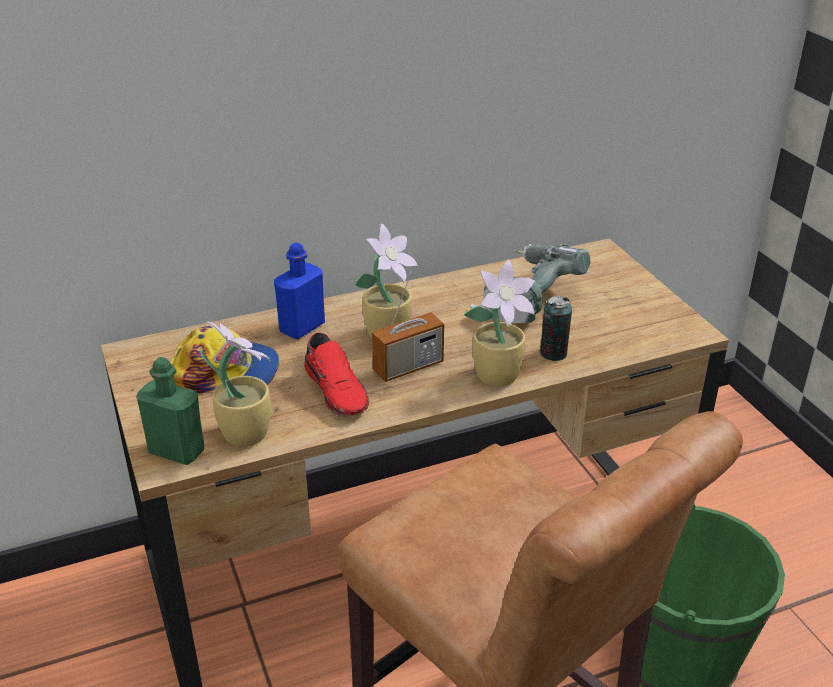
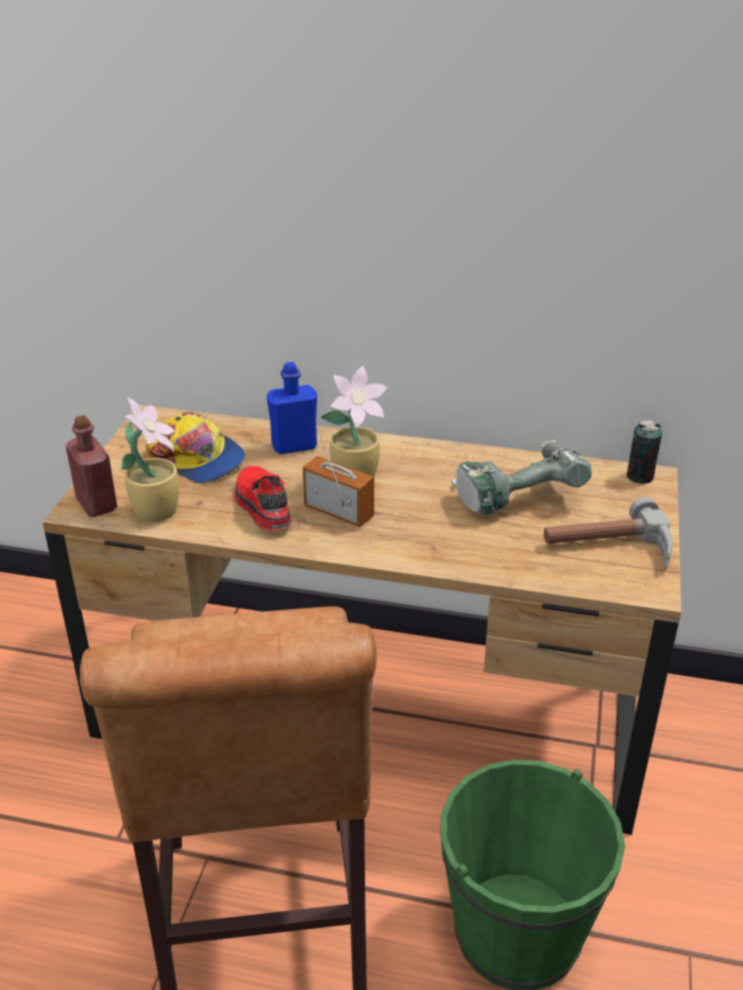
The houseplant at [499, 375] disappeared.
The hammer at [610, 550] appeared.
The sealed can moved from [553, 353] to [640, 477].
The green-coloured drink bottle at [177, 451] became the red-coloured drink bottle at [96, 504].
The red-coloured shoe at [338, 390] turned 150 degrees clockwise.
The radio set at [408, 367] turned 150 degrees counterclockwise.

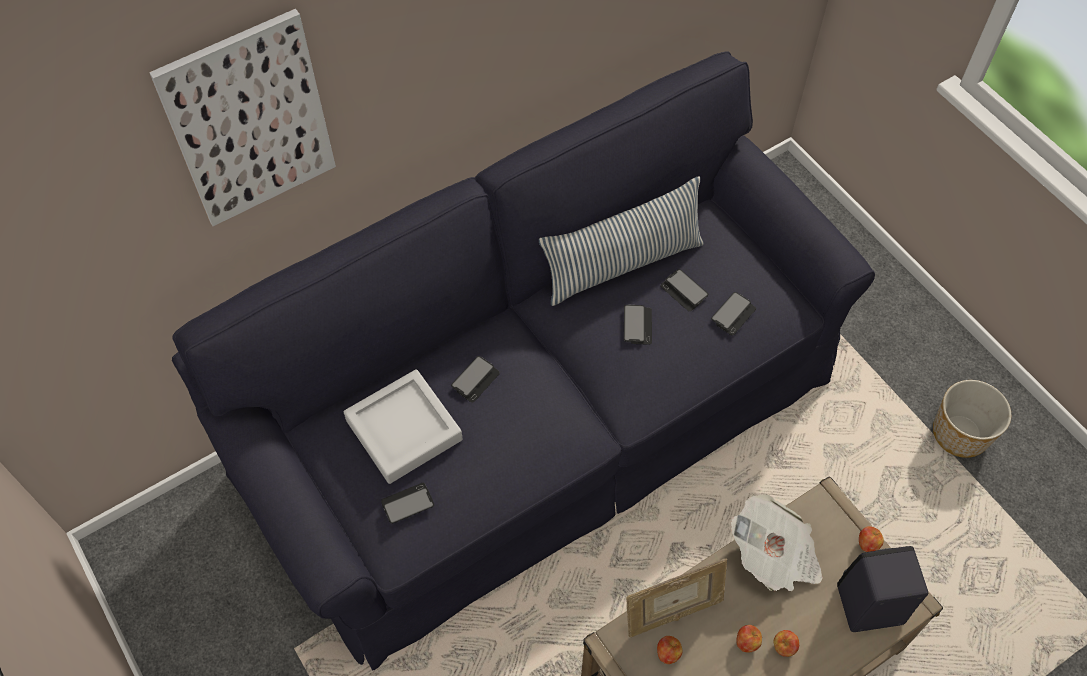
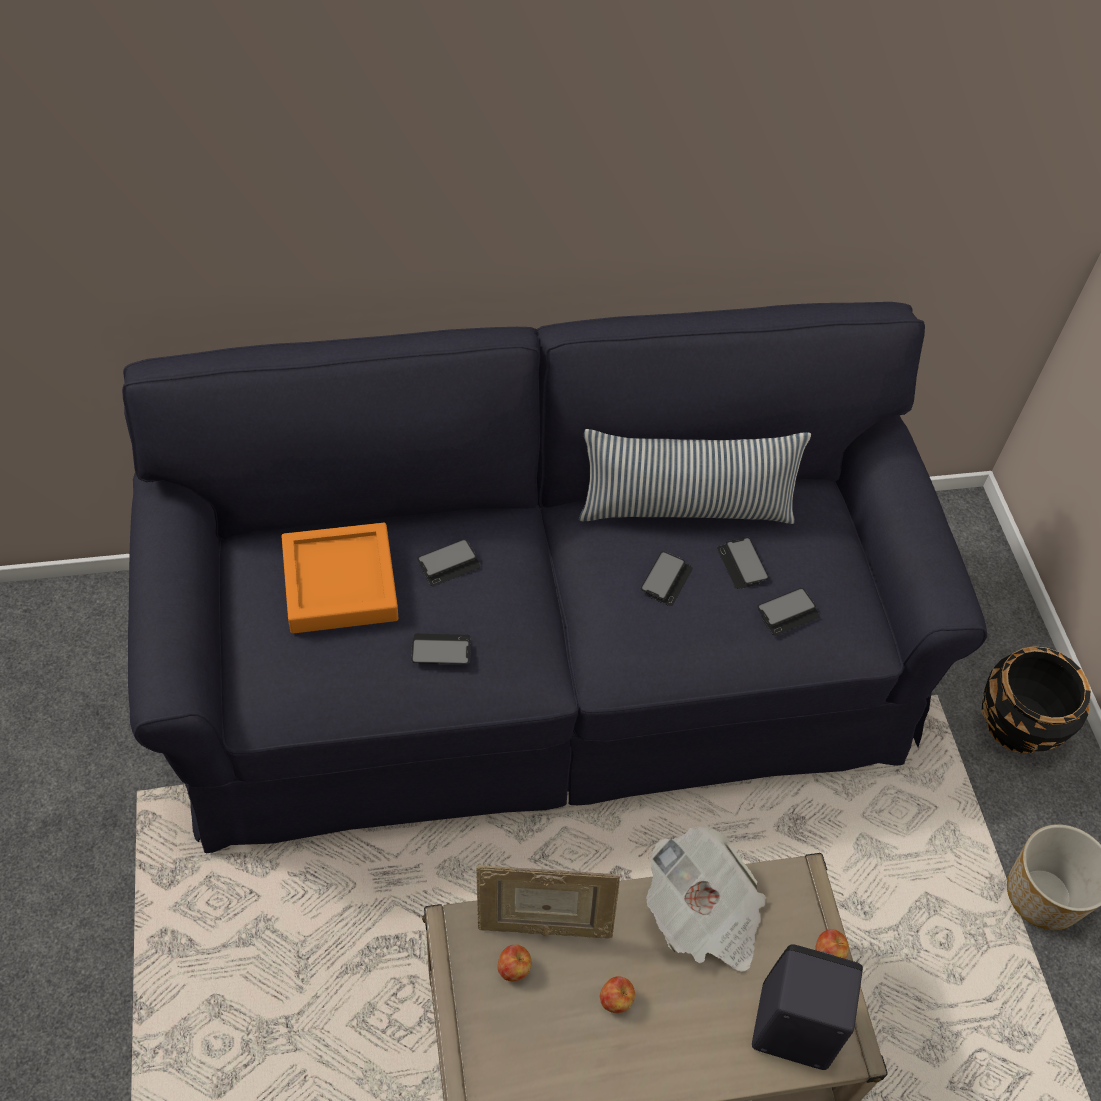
The wall picture at [249, 121] disappeared.
The apple fruit at [784, 647] disappeared.
The black plant pot at [1018, 724] appeared.
The phone moved from [407, 503] to [441, 650].
The grey carrying tray at [404, 430] became the orange carrying tray at [340, 584].

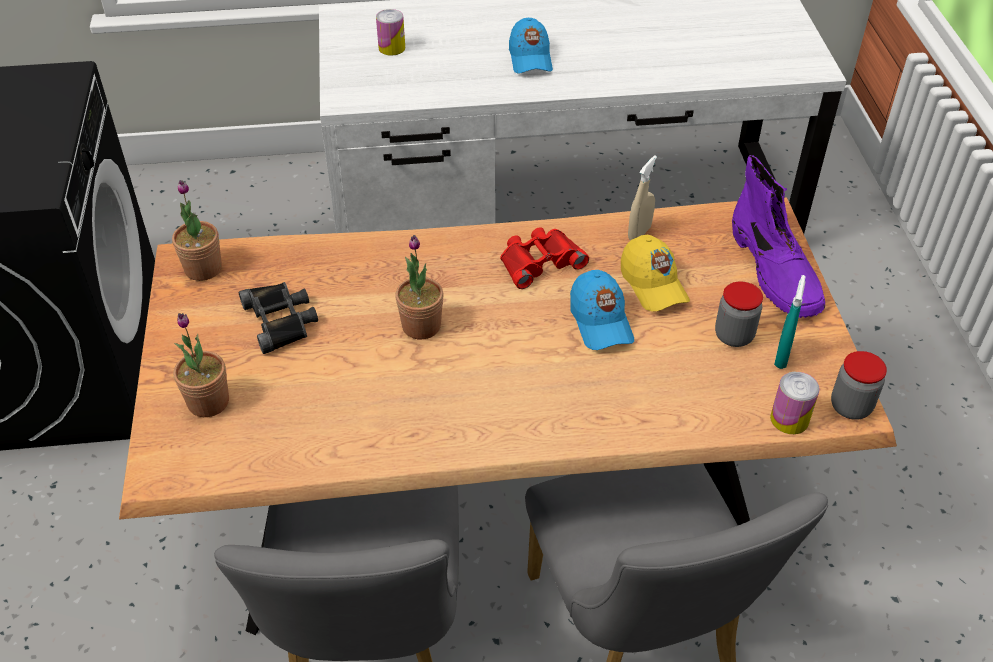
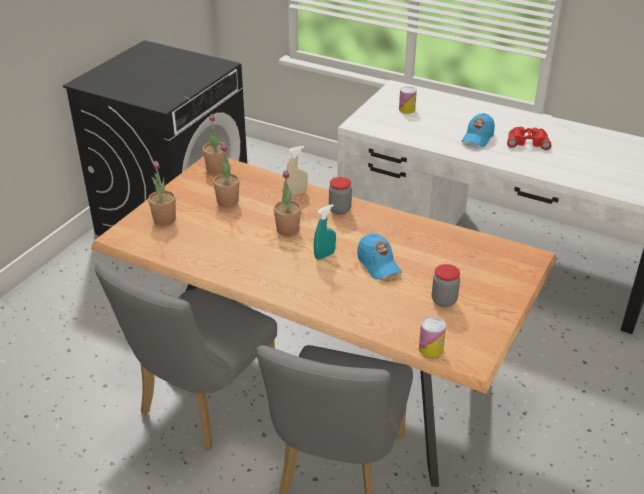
The yellowish cap at [653, 284] disappeared.
The purple-coloured high-top boot at [775, 271] disappeared.
The red-coloured binoculars moved from [539, 261] to [527, 141].
The beige sprayer moved from [639, 233] to [296, 193].
The turquoise sprayer moved from [782, 356] to [324, 255].
The preserve jar moved from [850, 407] to [340, 209].
The black binoculars at [281, 320] was replaced by the houseplant at [227, 201].
The blue-coloured cap at [600, 321] turned 45 degrees counterclockwise.

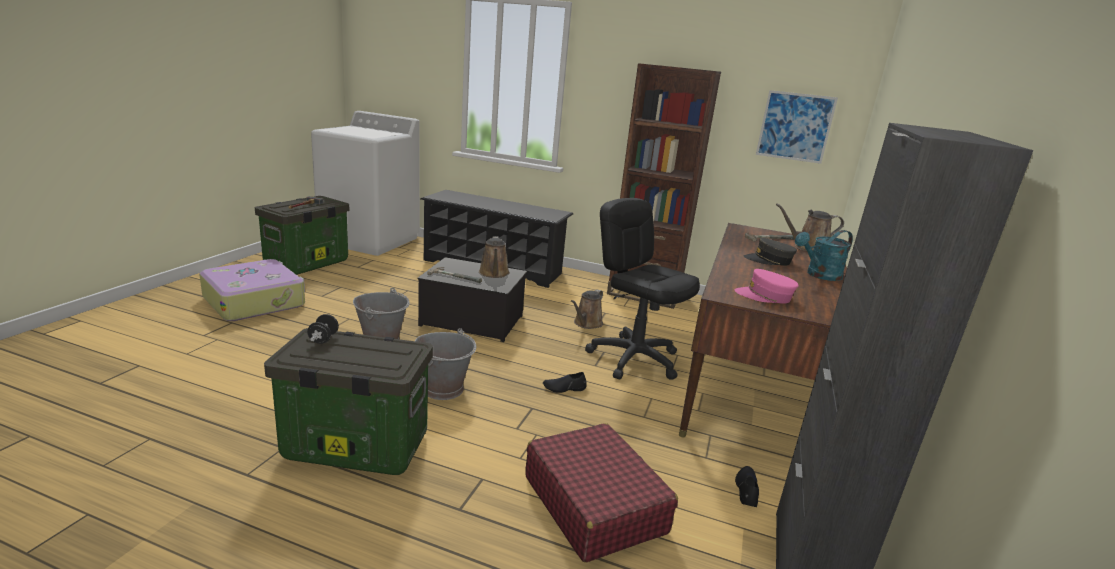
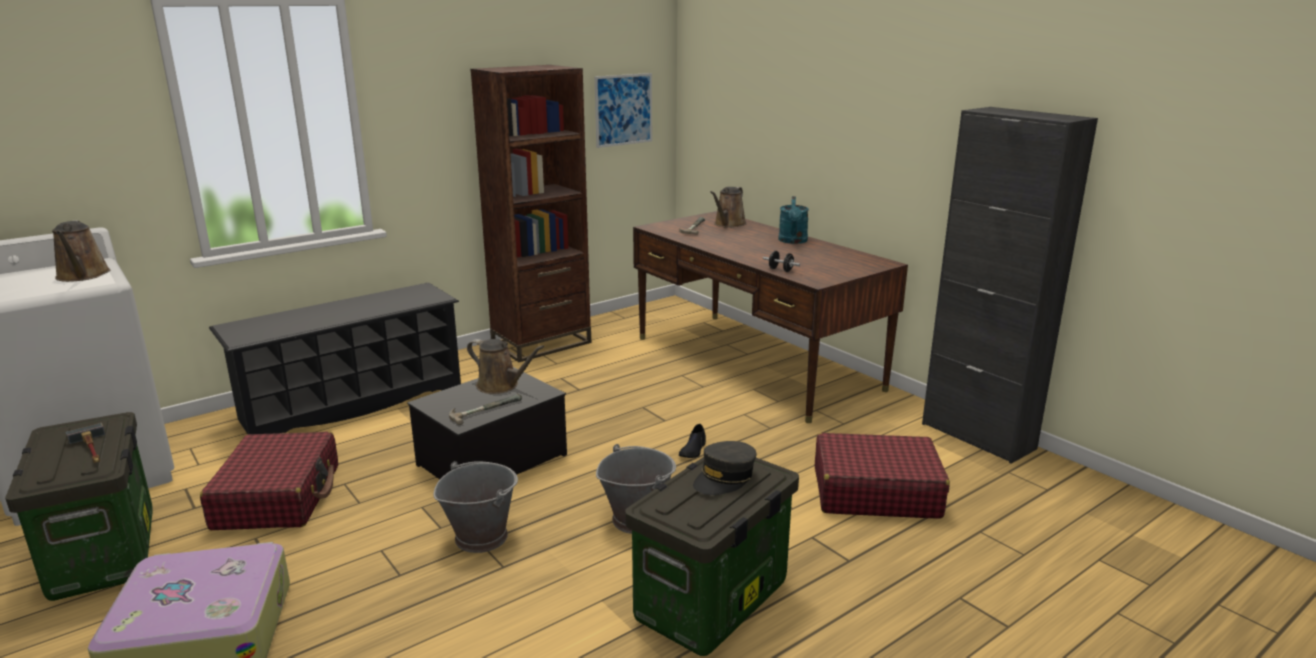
The black computer chair at [634, 359] disappeared.
The pinkish cap at [764, 296] disappeared.
The black shoe at [746, 489] disappeared.
The red-coloured suitcase at [278, 497] appeared.
The black dumbbell moved from [323, 339] to [780, 270].
The brownish watering pot moved from [586, 324] to [82, 276].
The grey cap moved from [769, 260] to [724, 478].

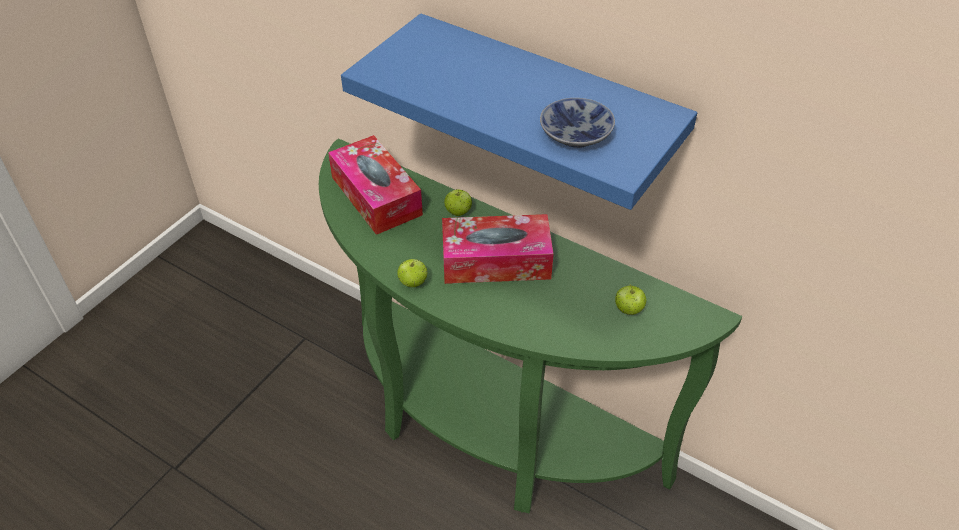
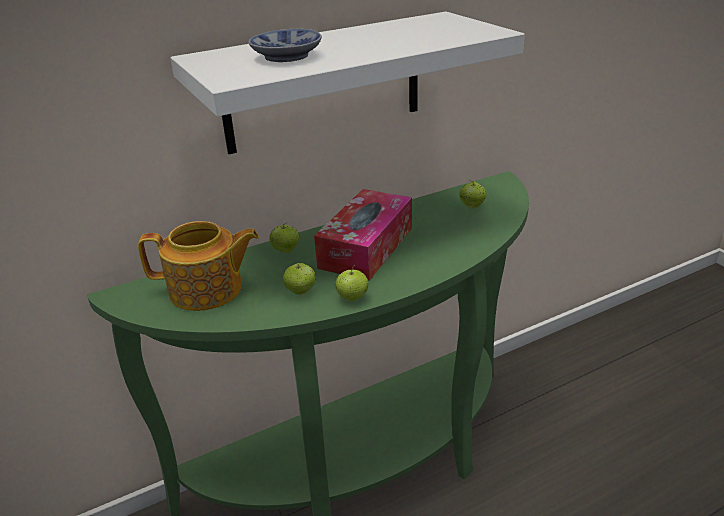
The apple fruit at [300, 291] appeared.
The bowl moved from [578, 133] to [287, 56].
The tissue holder at [376, 196] was replaced by the teapot at [207, 290].
The blue-coloured wall shelf at [546, 103] became the white-coloured wall shelf at [324, 83].

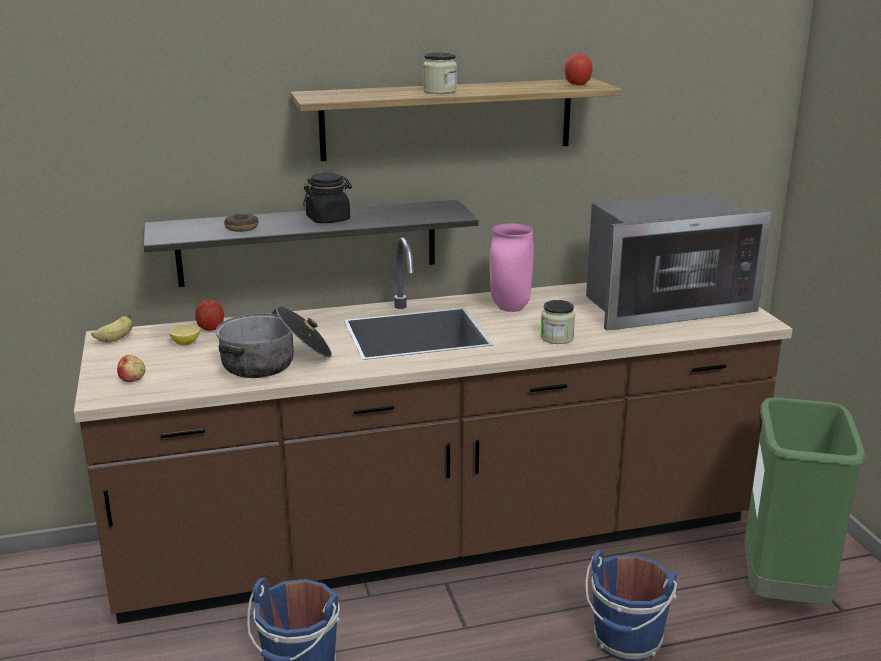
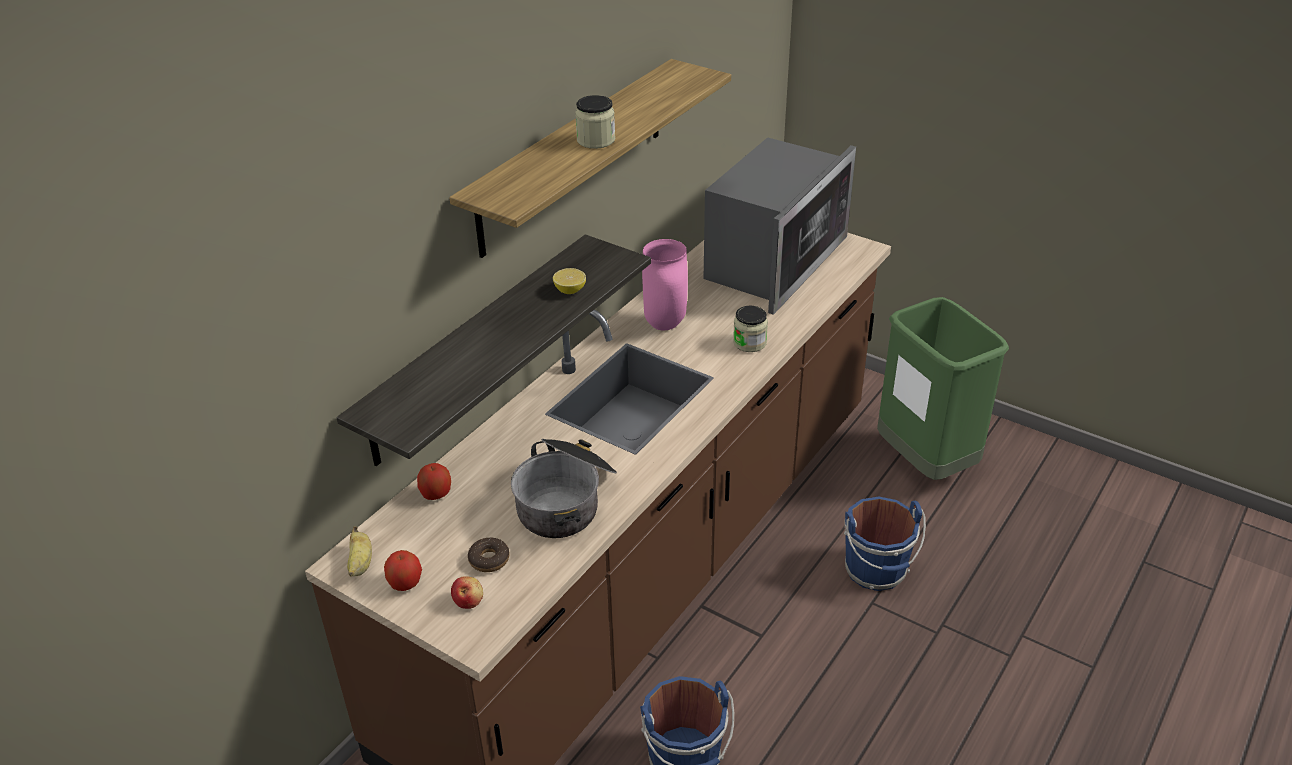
The black preserve jar at [328, 219] disappeared.
The whole lemon moved from [185, 343] to [570, 290].
The ring doughnut moved from [241, 228] to [489, 559].
The apple fruit moved from [577, 84] to [405, 583].

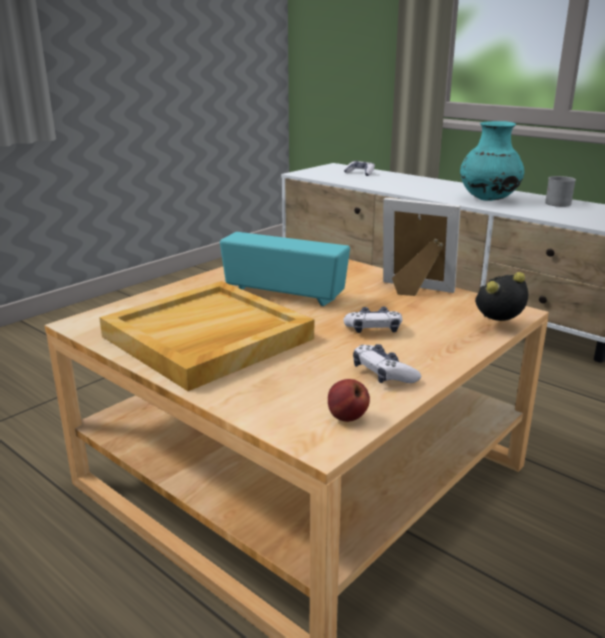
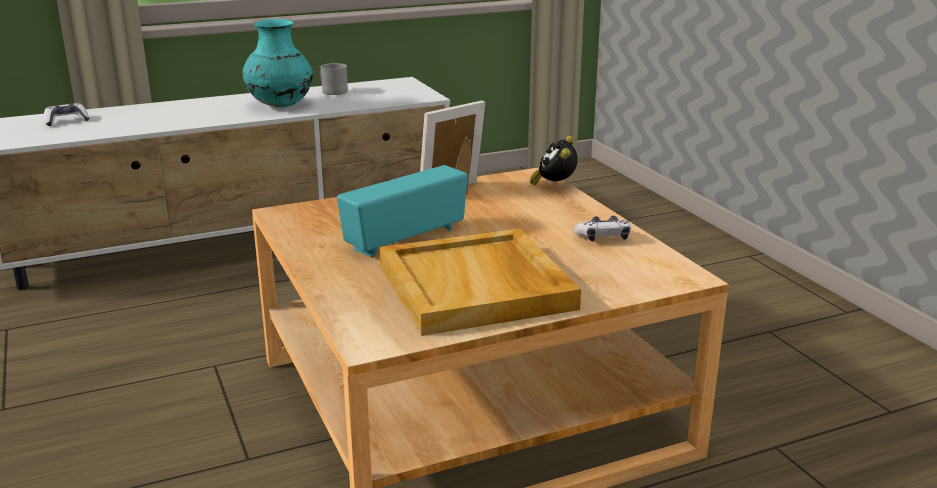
The apple fruit at [346, 418] disappeared.
The joypad at [373, 329] disappeared.

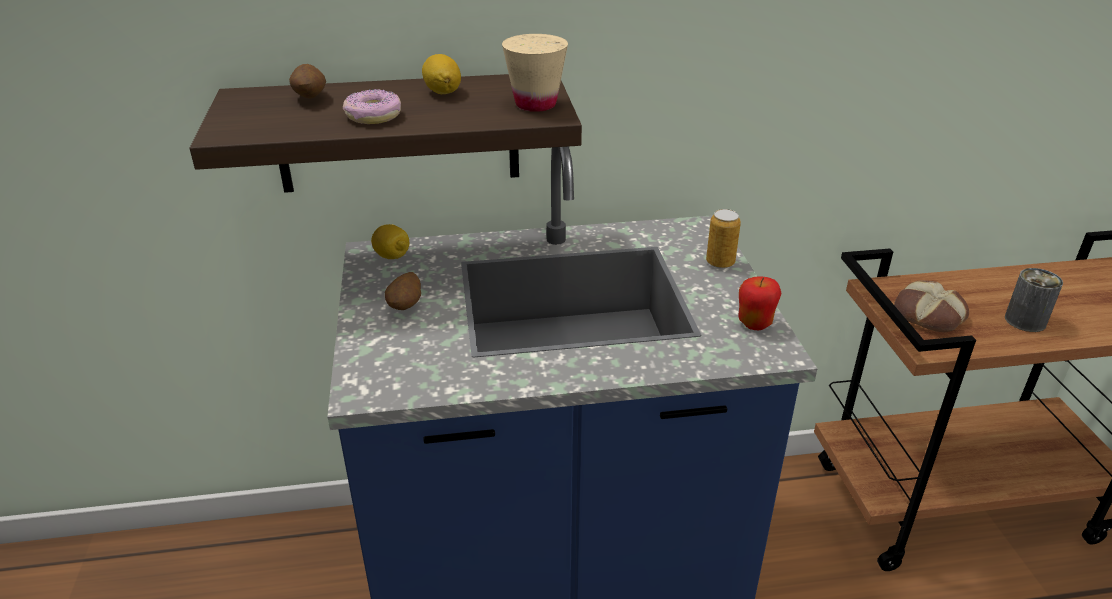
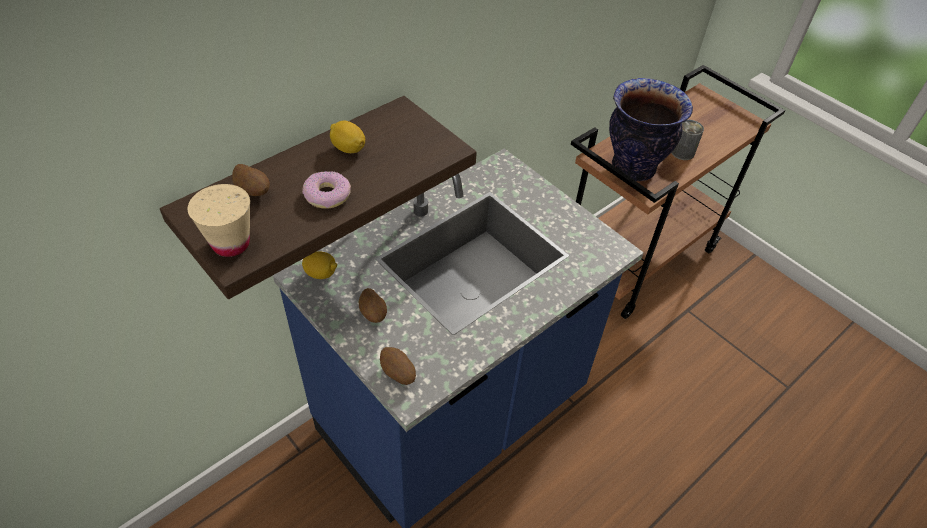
The sealed can at [720, 263] disappeared.
The apple fruit at [755, 324] disappeared.
The spud at [398, 374] appeared.
The beige small cup moved from [535, 104] to [231, 244].
The baked bread at [927, 315] was replaced by the vase at [634, 168].

